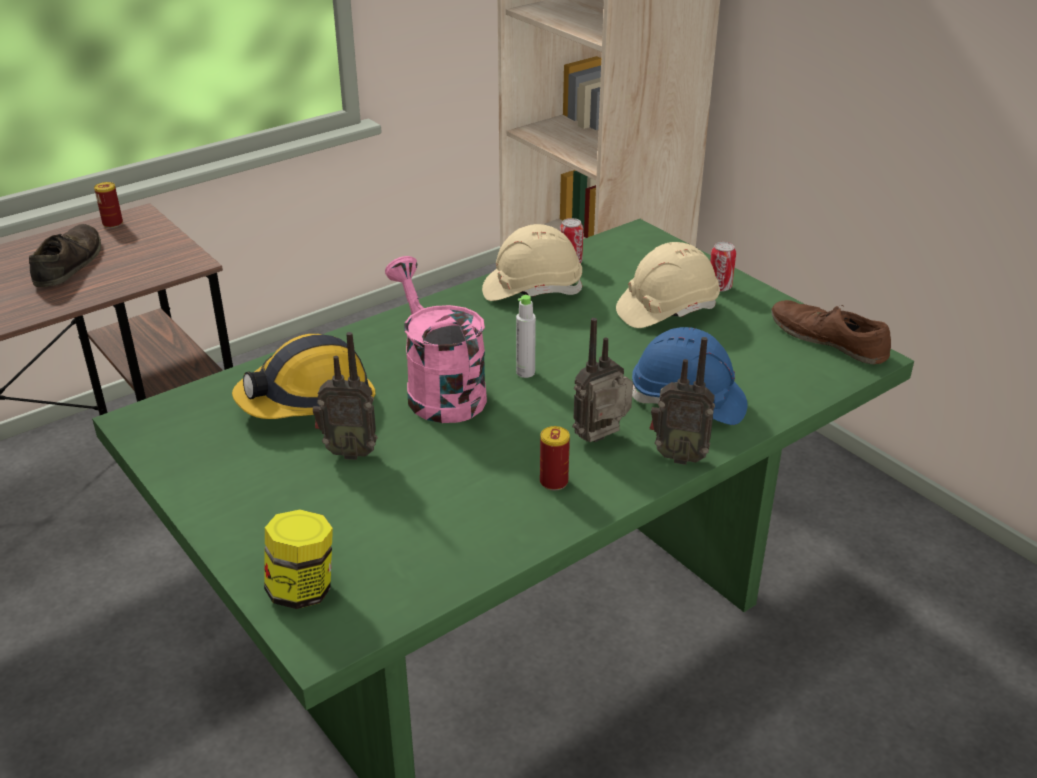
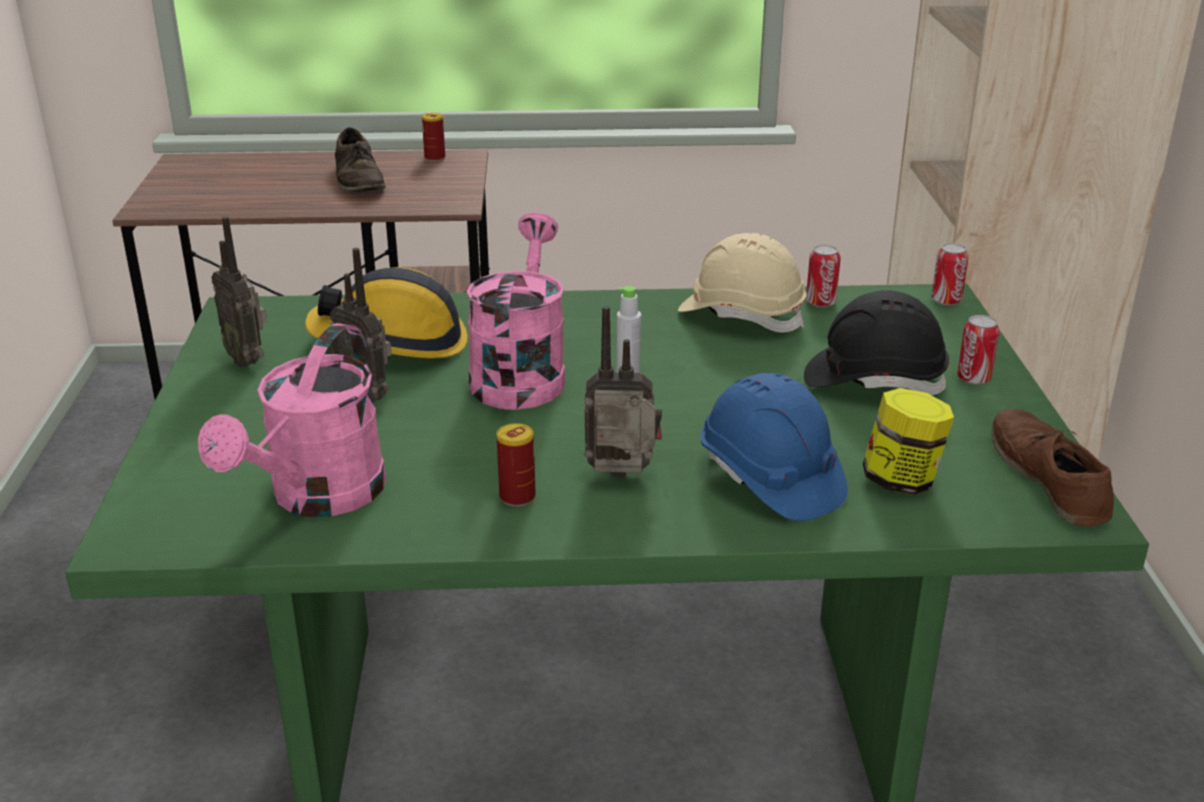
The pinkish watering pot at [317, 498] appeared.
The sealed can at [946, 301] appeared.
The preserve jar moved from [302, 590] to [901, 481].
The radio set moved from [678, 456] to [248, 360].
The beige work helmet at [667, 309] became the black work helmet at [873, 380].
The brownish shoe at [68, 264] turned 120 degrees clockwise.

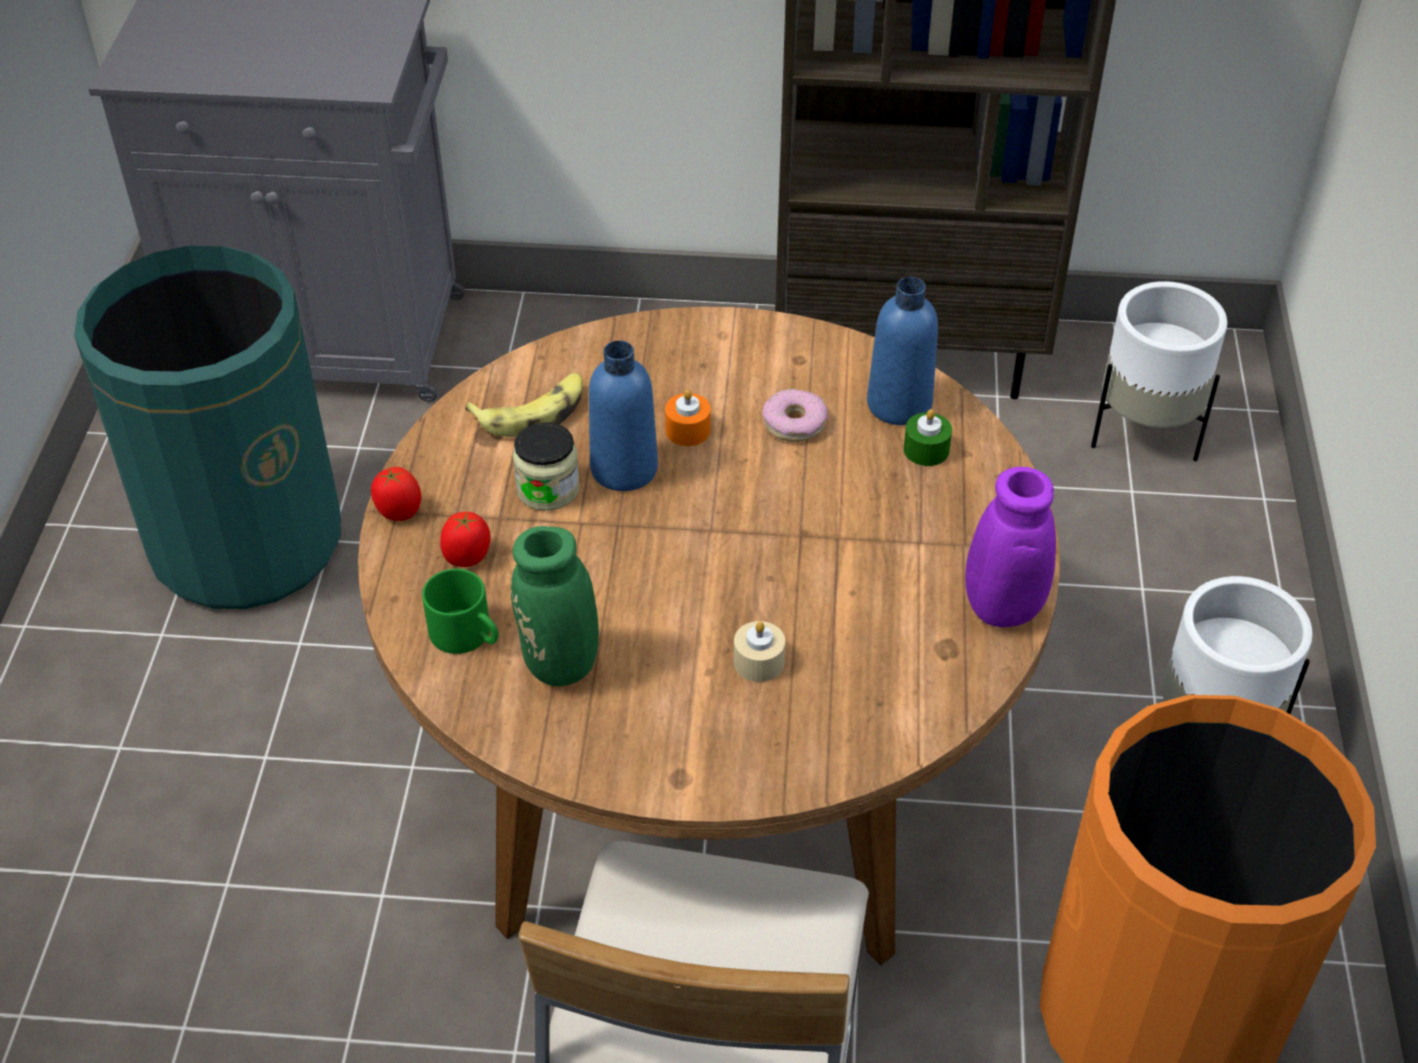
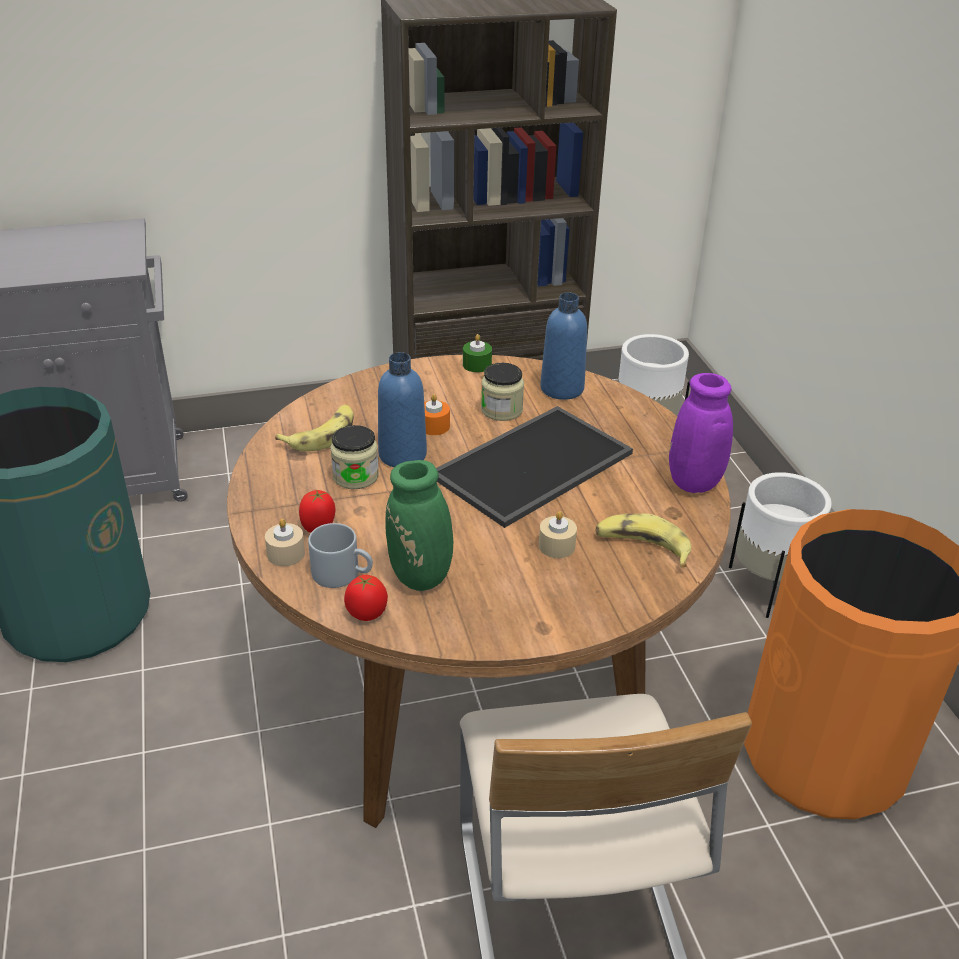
The beige wax candle at [286, 554] appeared.
The carrying tray at [533, 467] appeared.
The banana at [642, 547] appeared.
The fresh tomato moved from [398, 512] to [366, 614].
The green-coloured wax candle moved from [926, 450] to [477, 365].
The ring doughnut at [794, 423] was replaced by the preserve jar at [501, 410].
The green-coloured mug at [468, 635] became the grey mug at [343, 574].

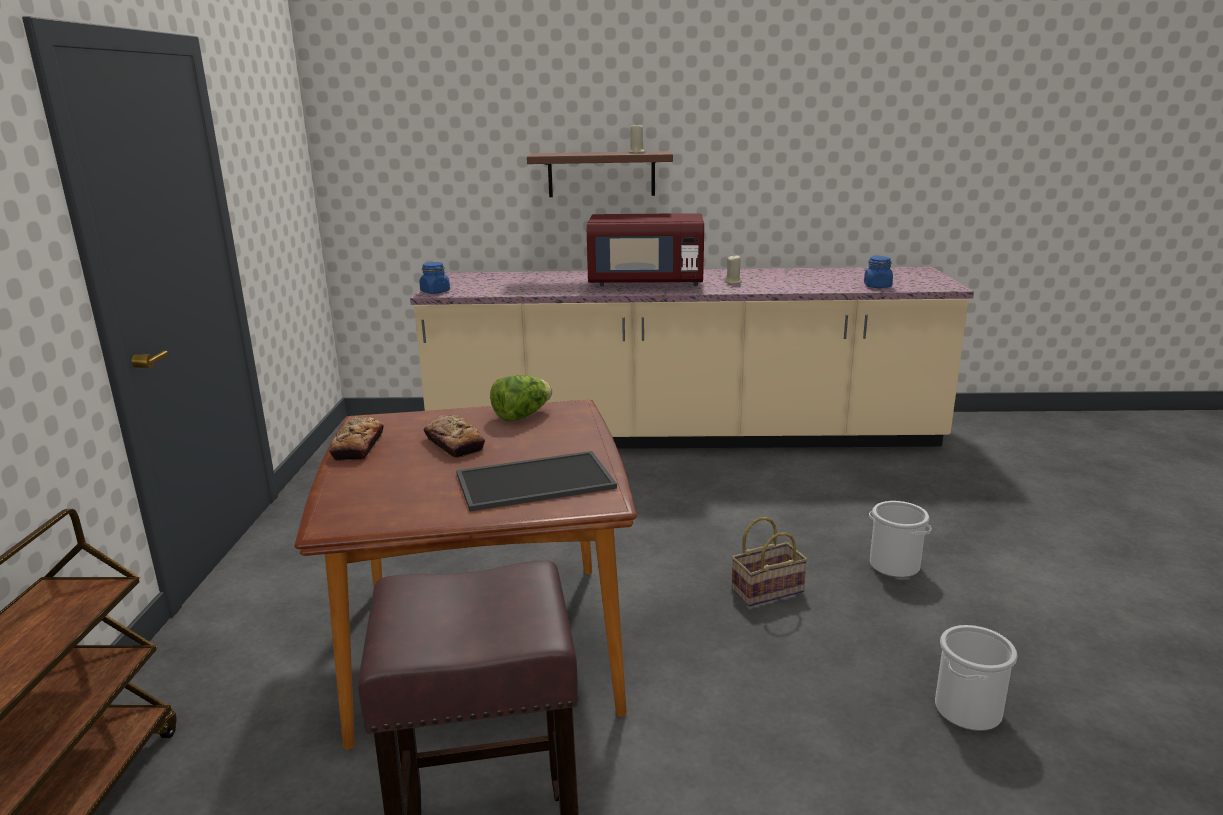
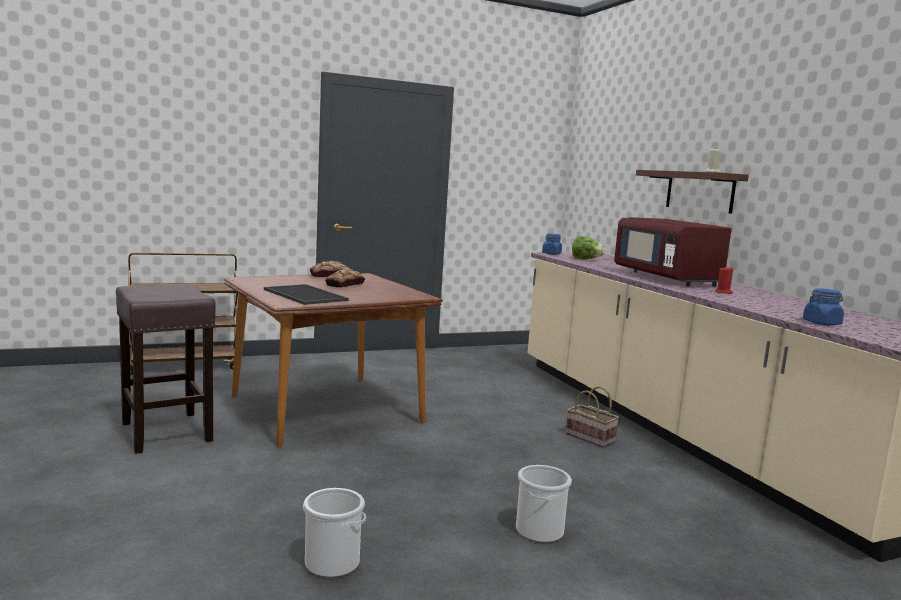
The lettuce head moved from [522, 416] to [586, 259].
The basket moved from [768, 589] to [591, 438].
The beige wax candle at [733, 282] became the red-coloured wax candle at [723, 292].

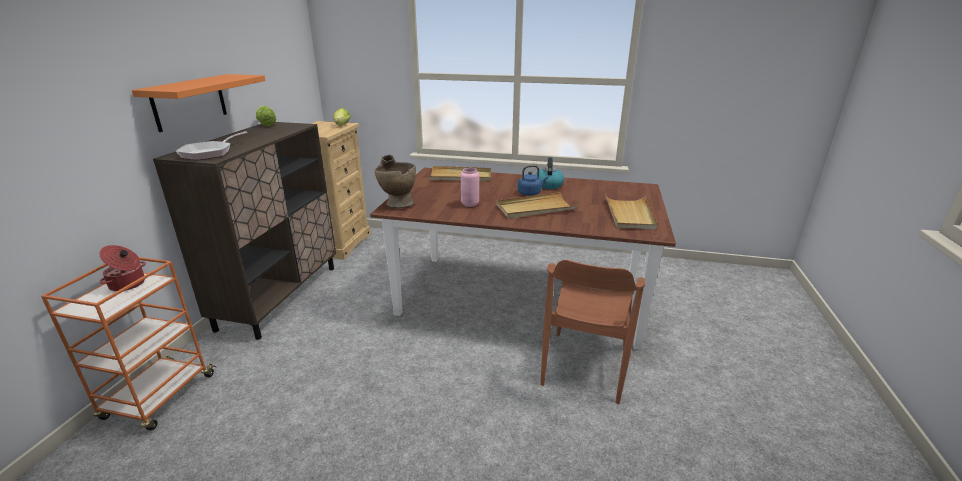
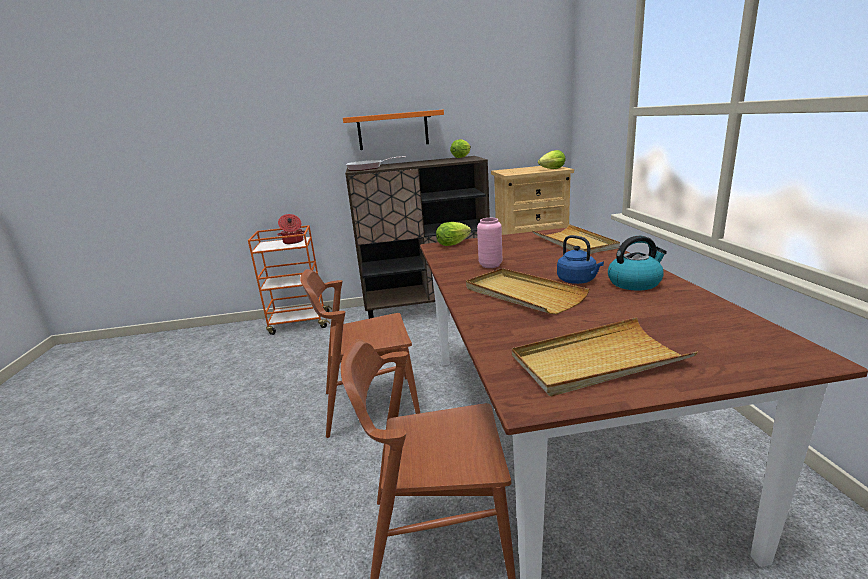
The brownish upright chair at [370, 405] appeared.
The beige vase at [396, 203] was replaced by the lettuce head at [454, 244].

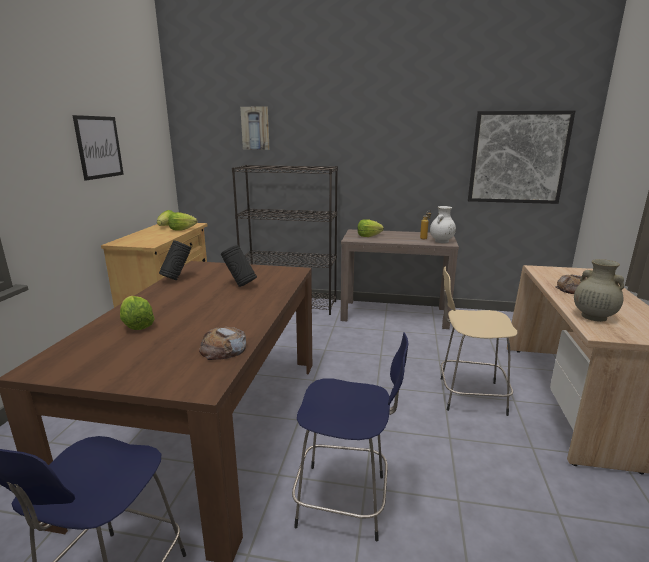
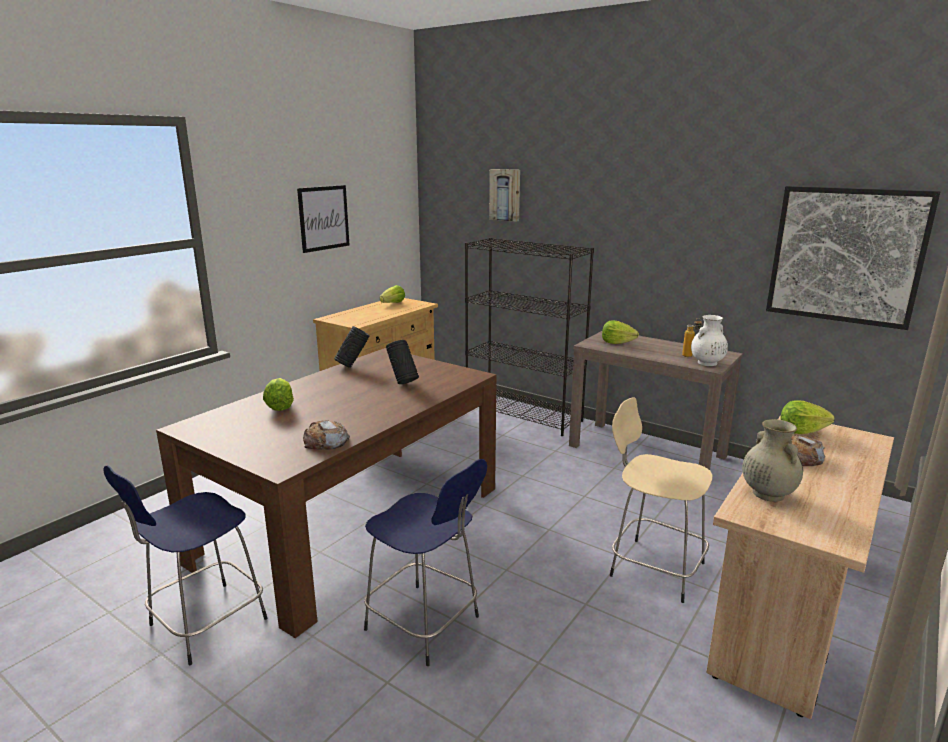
The lettuce head moved from [182, 229] to [801, 431].

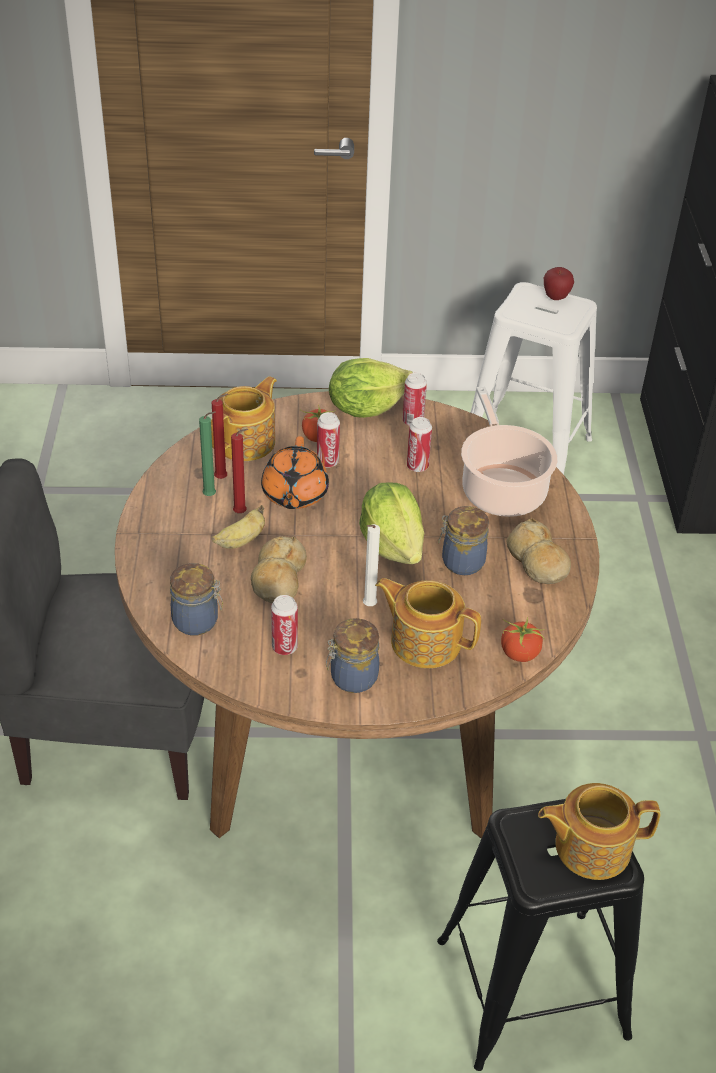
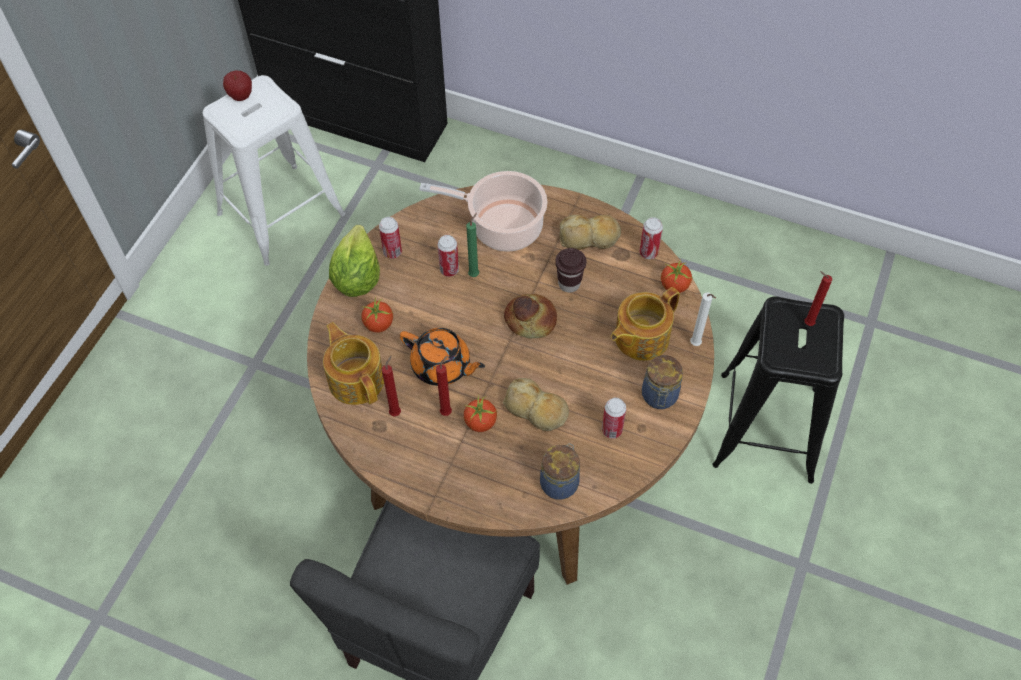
The green-coloured wax candle moved from [211, 496] to [475, 274].
The sealed can moved from [327, 462] to [648, 253].
The white-coloured wax candle moved from [368, 606] to [696, 345].
The banana at [241, 541] was replaced by the fresh tomato at [480, 422].
The lettuce head at [393, 544] was replaced by the baked bread at [531, 319].
The preserve jar at [461, 562] was replaced by the brownish small cup at [569, 284].
The teapot at [590, 846] was replaced by the red-coloured wax candle at [807, 323].

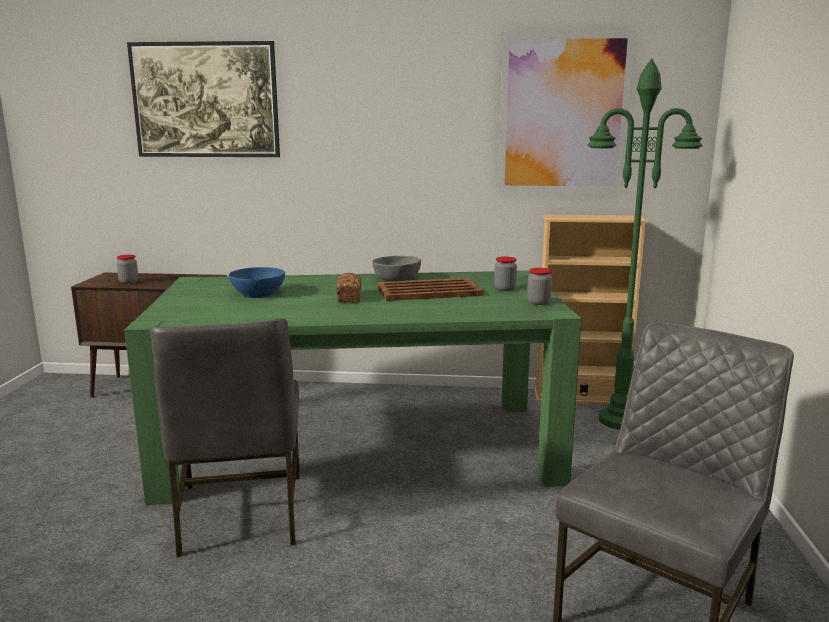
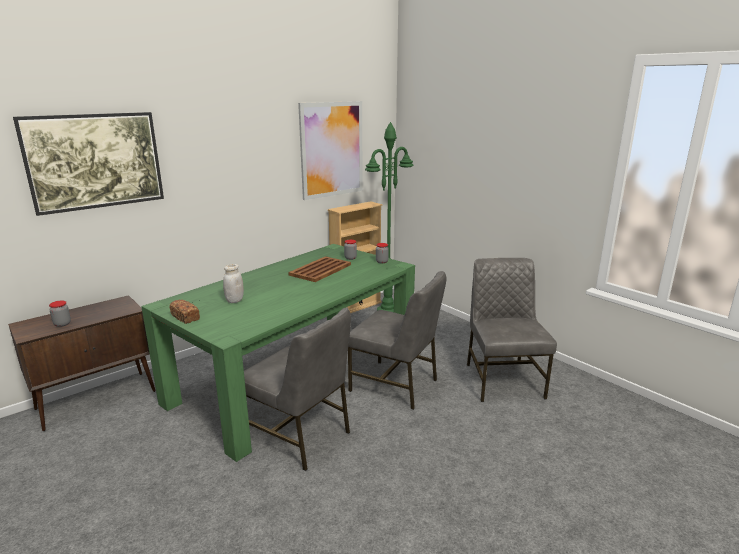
The grey bowl at [396, 279] disappeared.
The grey upright chair at [395, 385] appeared.
The baked bread moved from [349, 297] to [185, 317].
The blue-coloured bowl at [258, 294] was replaced by the white-coloured preserve jar at [234, 300].

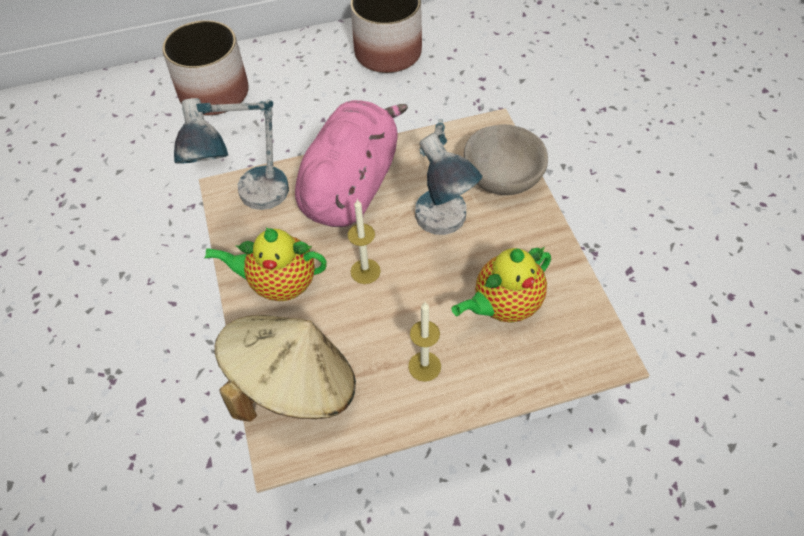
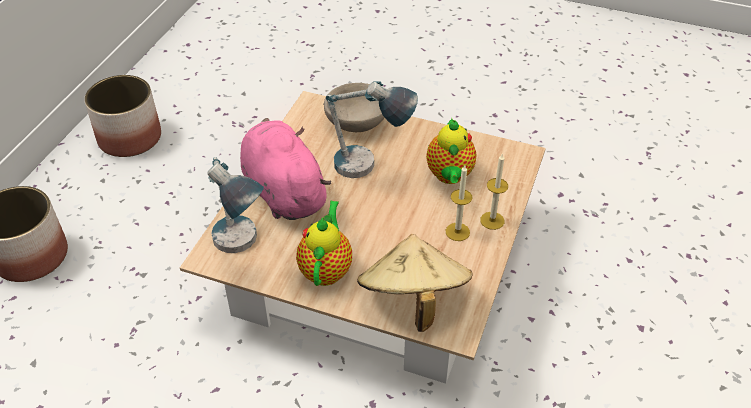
The wax candle moved from [365, 271] to [492, 220].
The teapot at [279, 284] turned 150 degrees clockwise.

